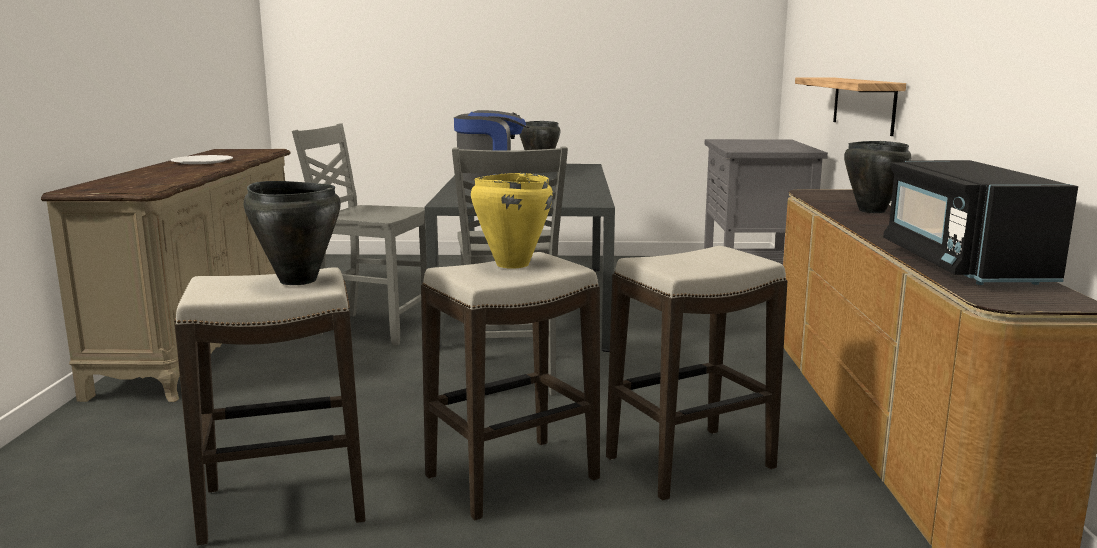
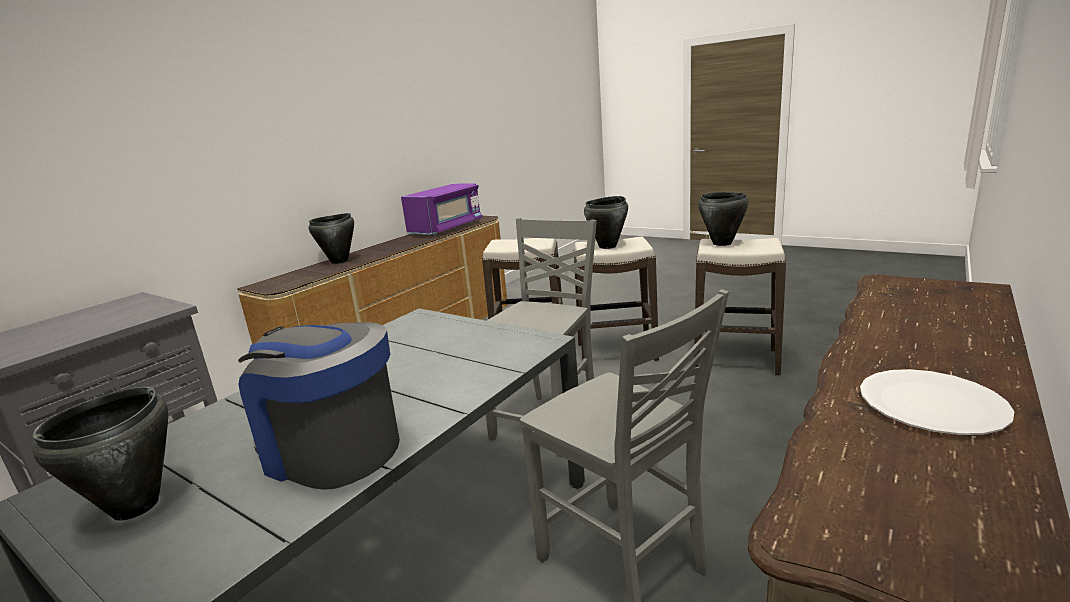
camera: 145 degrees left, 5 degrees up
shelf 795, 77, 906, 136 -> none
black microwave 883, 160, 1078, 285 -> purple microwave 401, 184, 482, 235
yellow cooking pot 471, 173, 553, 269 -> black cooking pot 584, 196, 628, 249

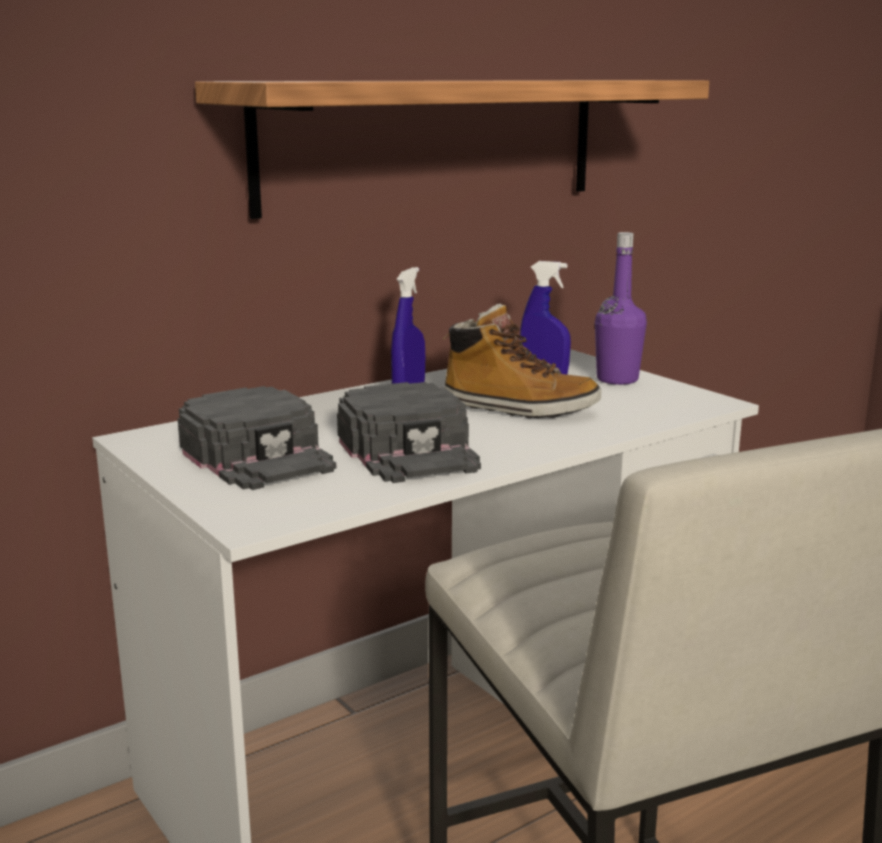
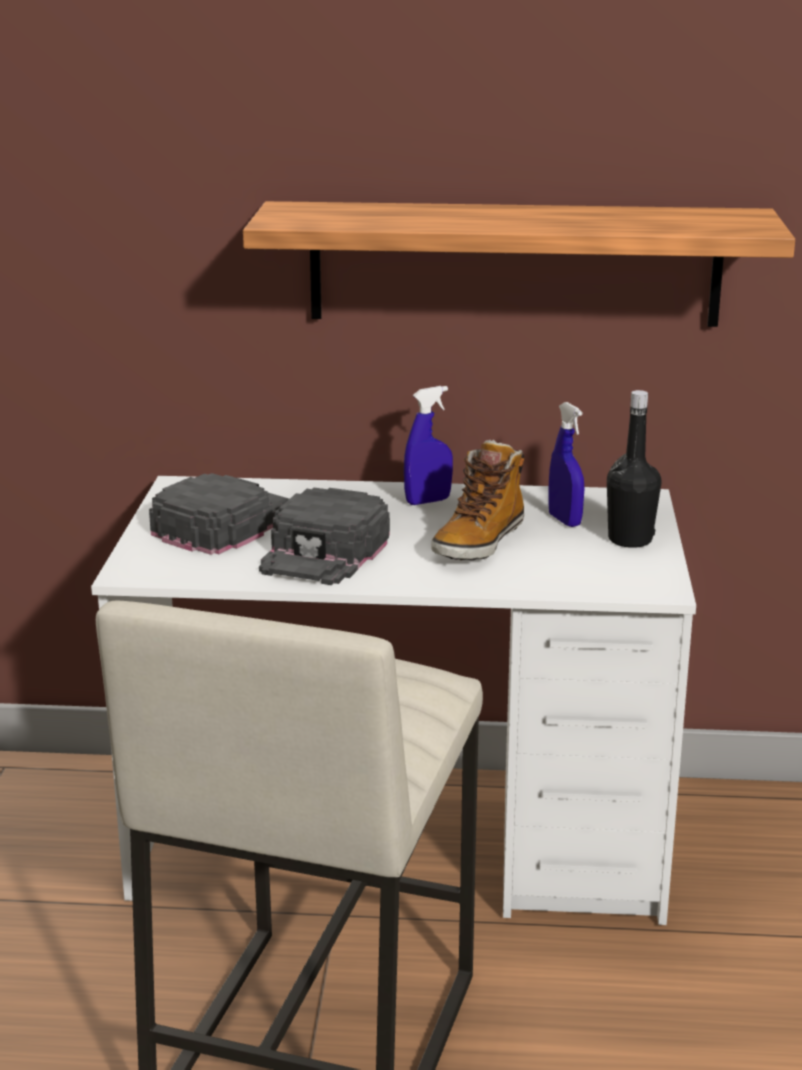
camera: 40 degrees right, 5 degrees up
purple bottle 595, 232, 647, 385 -> black bottle 607, 390, 661, 548
boot 443, 303, 601, 418 -> boot 431, 440, 524, 560, 60 degrees clockwise
black cap 177, 386, 336, 490 -> black cap 149, 473, 289, 555, 150 degrees counterclockwise

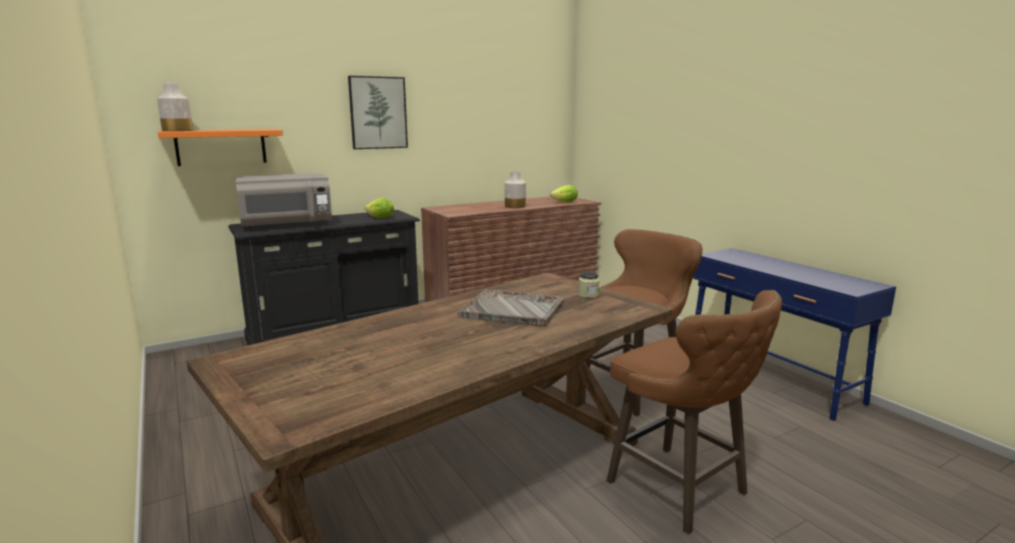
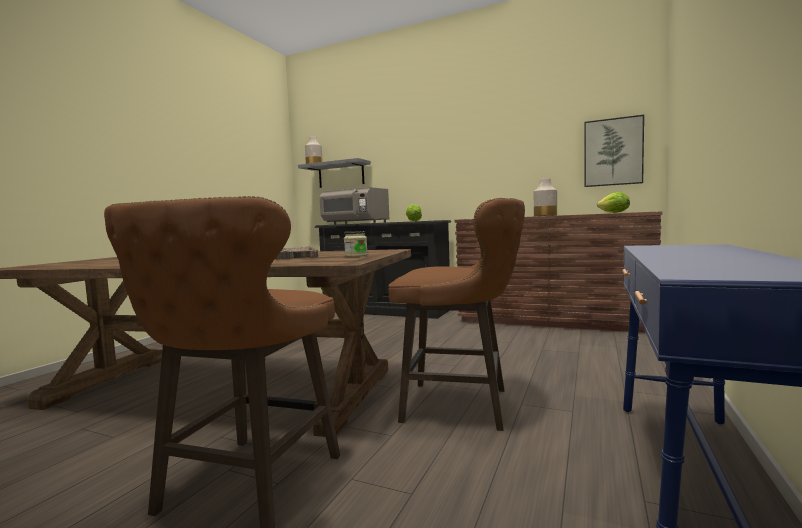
camera: 55 degrees right, 10 degrees down
picture 348, 76, 408, 149 -> picture 584, 115, 644, 187, shifted
orange shelf 157, 129, 283, 166 -> grey shelf 298, 158, 371, 188

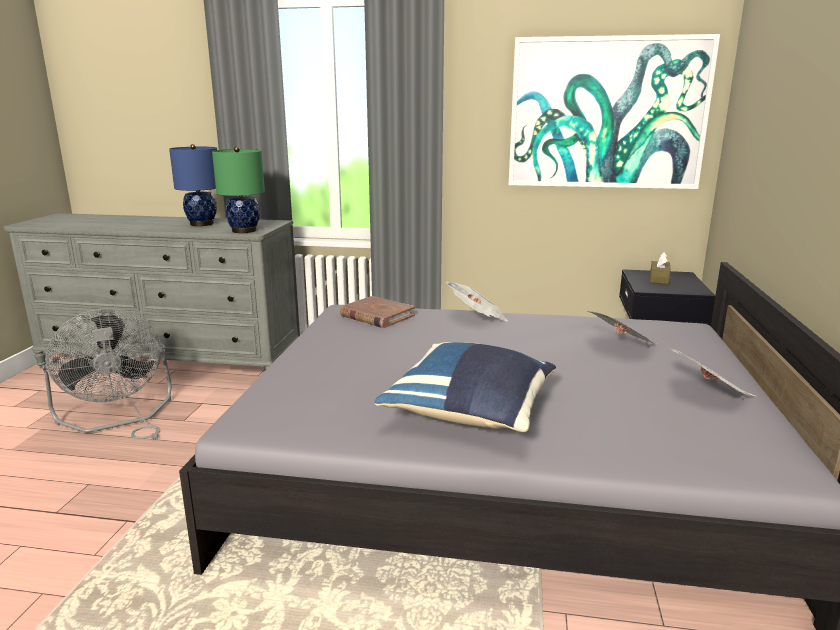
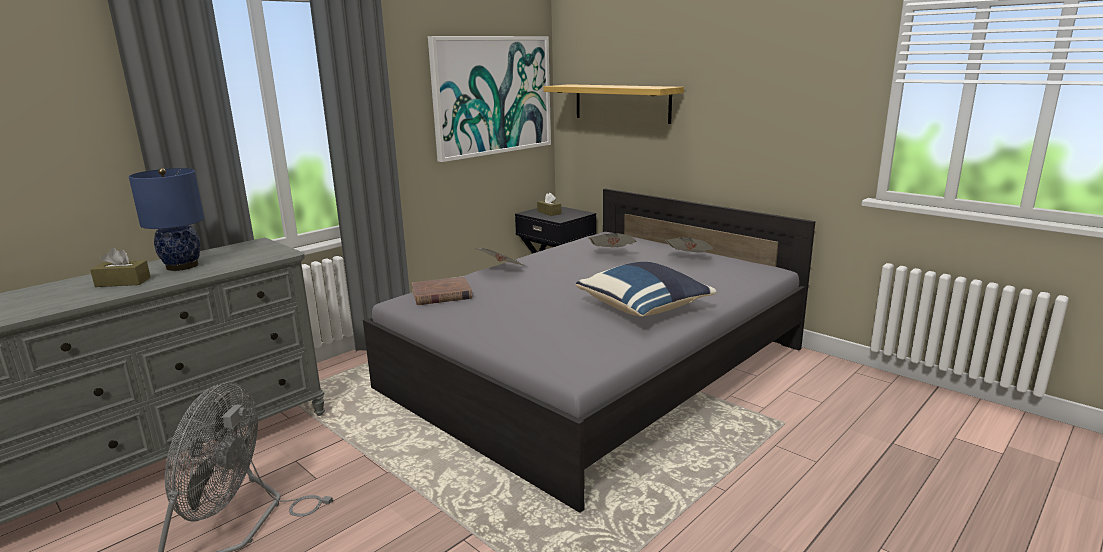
camera: 55 degrees left, 0 degrees up
green table lamp 212, 147, 265, 233 -> none
none -> shelf 543, 84, 684, 124
none -> brown tissue box 90, 248, 151, 287

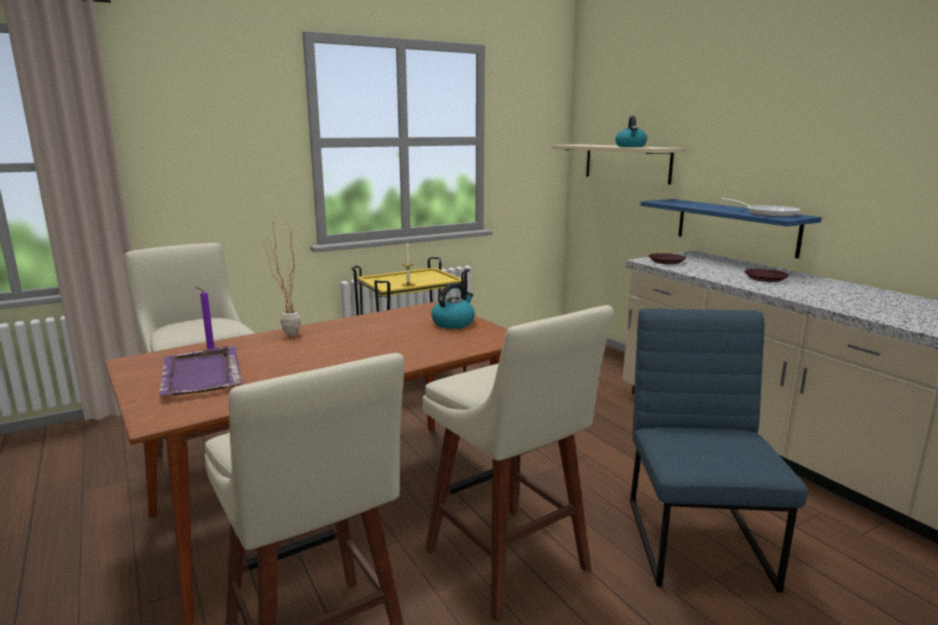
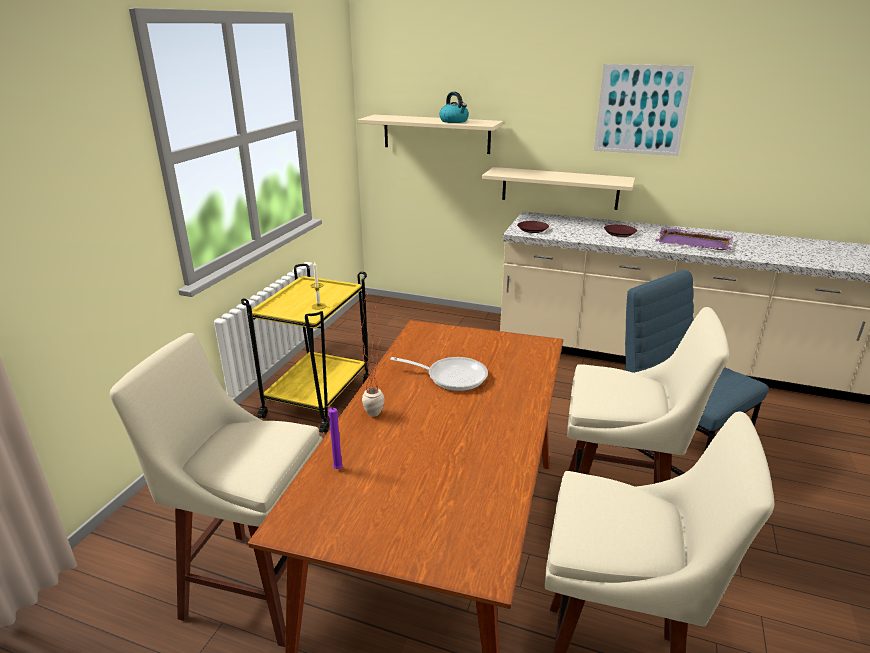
camera: 40 degrees left, 10 degrees up
frying pan 721, 198, 800, 217 -> frying pan 390, 357, 488, 391, shifted
blue shelf 640, 199, 821, 258 -> beige shelf 482, 167, 635, 210
kettle 431, 283, 475, 329 -> none
purple tray 159, 345, 243, 396 -> purple tray 655, 228, 733, 250, shifted
none -> picture 594, 64, 694, 156

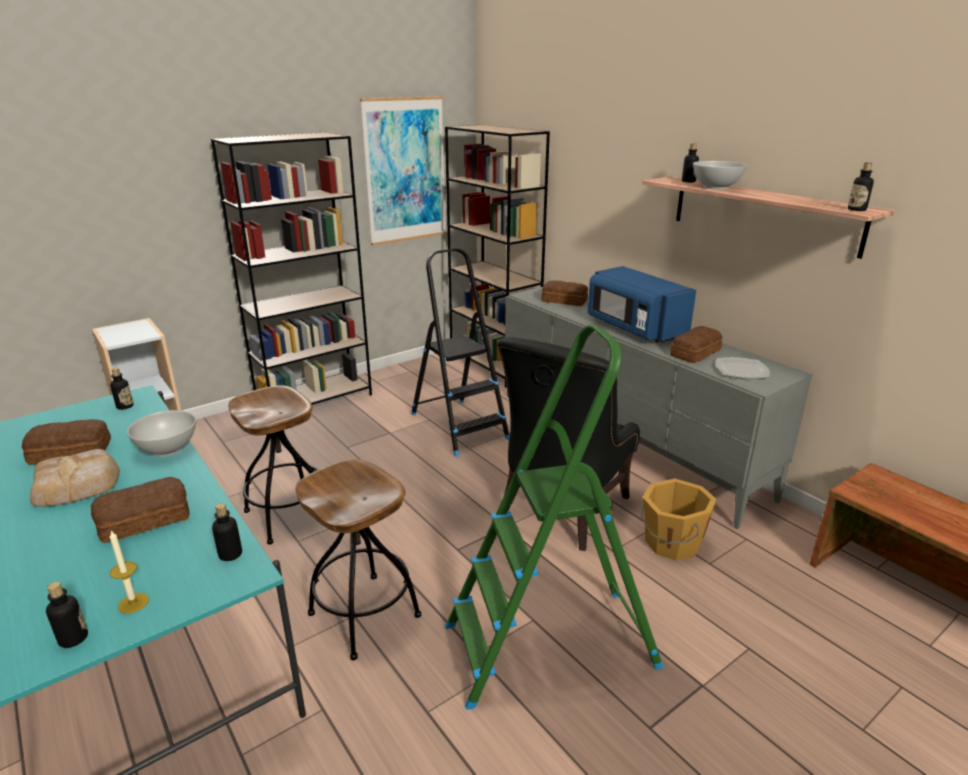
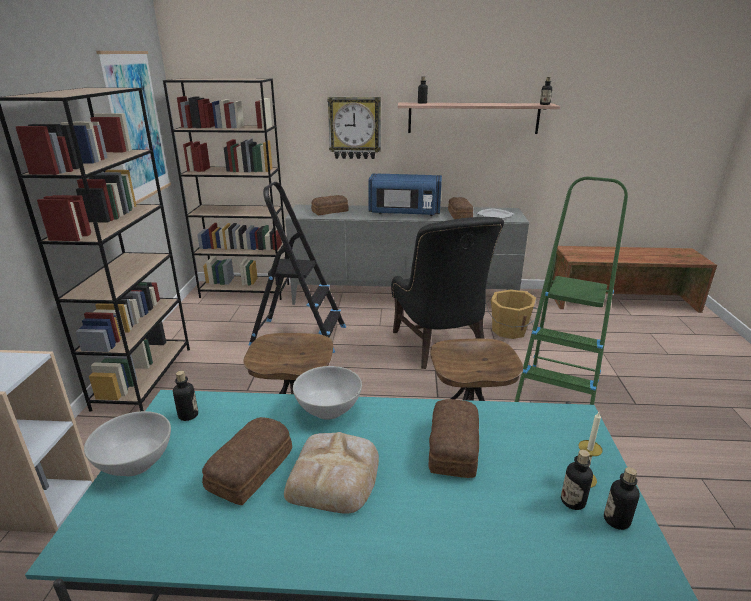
camera: 50 degrees left, 0 degrees up
white bowl 693, 161, 747, 190 -> white bowl 84, 411, 171, 476, shifted
bottle 212, 503, 242, 561 -> bottle 561, 450, 593, 510, shifted
none -> wall clock 327, 97, 381, 159

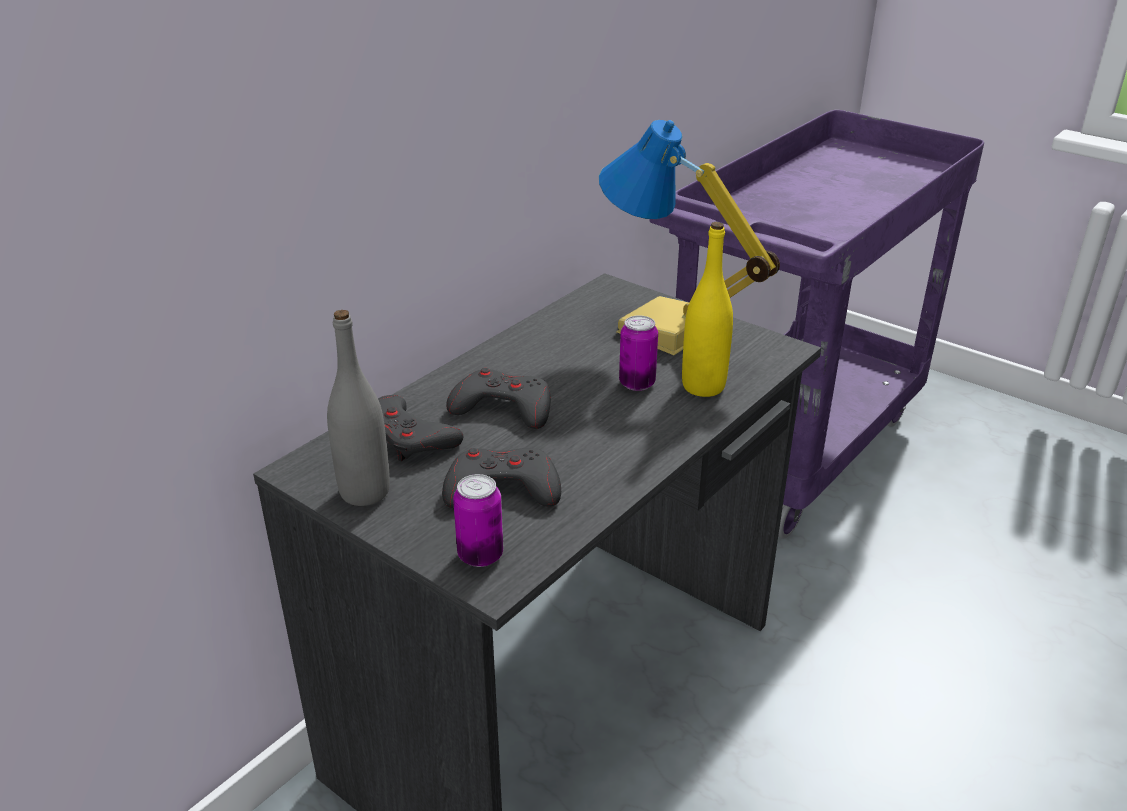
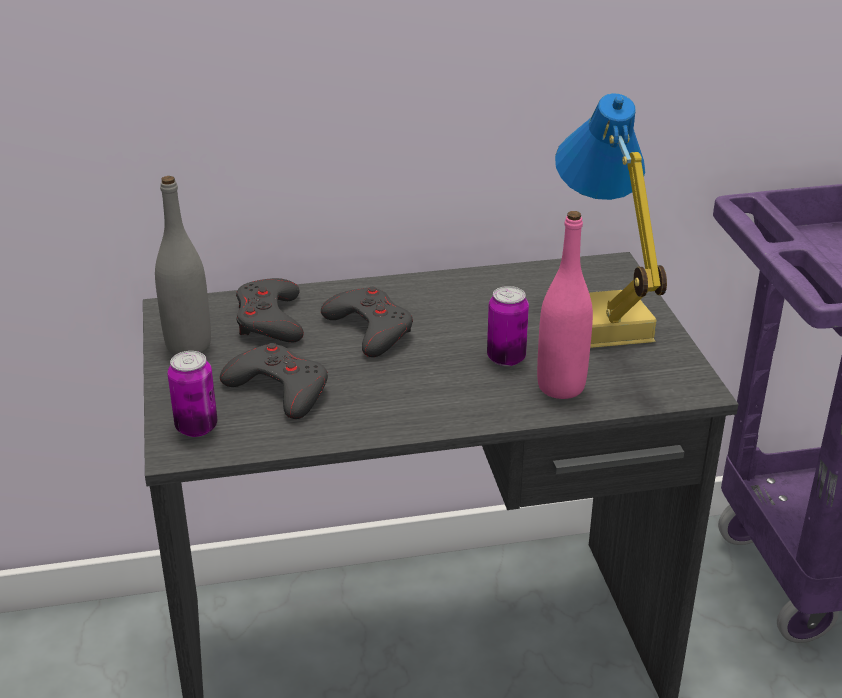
camera: 40 degrees right, 0 degrees up
yellow bottle 682, 222, 733, 397 -> pink bottle 537, 211, 593, 399

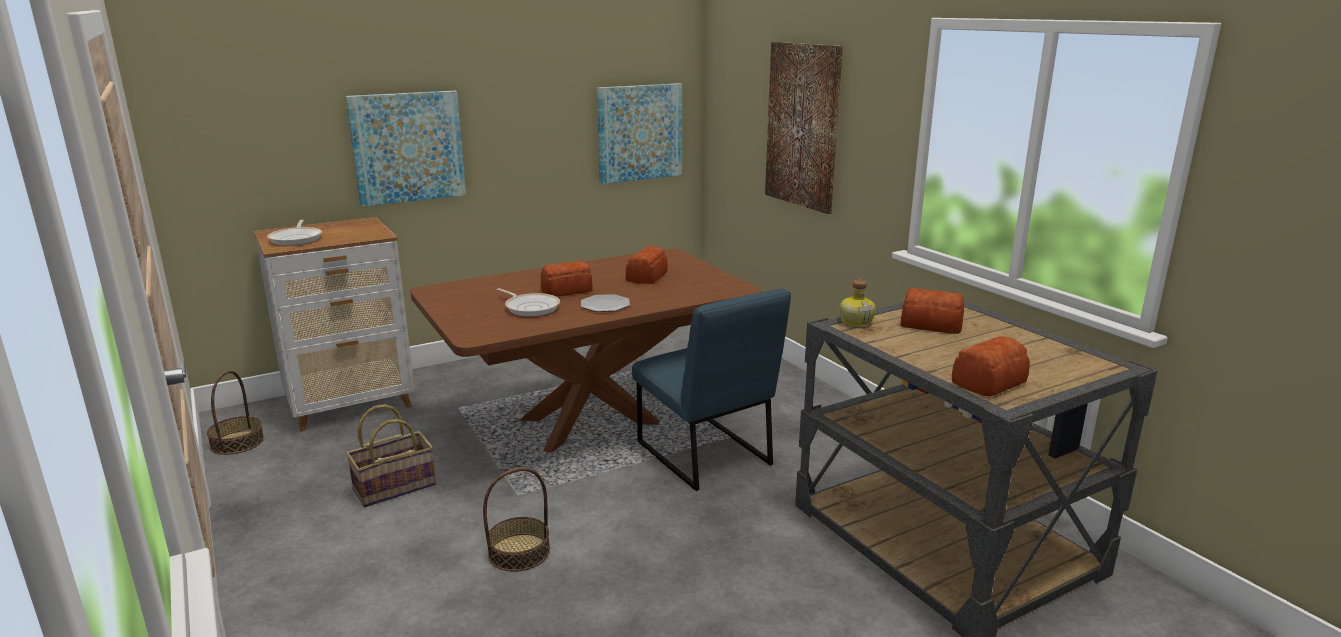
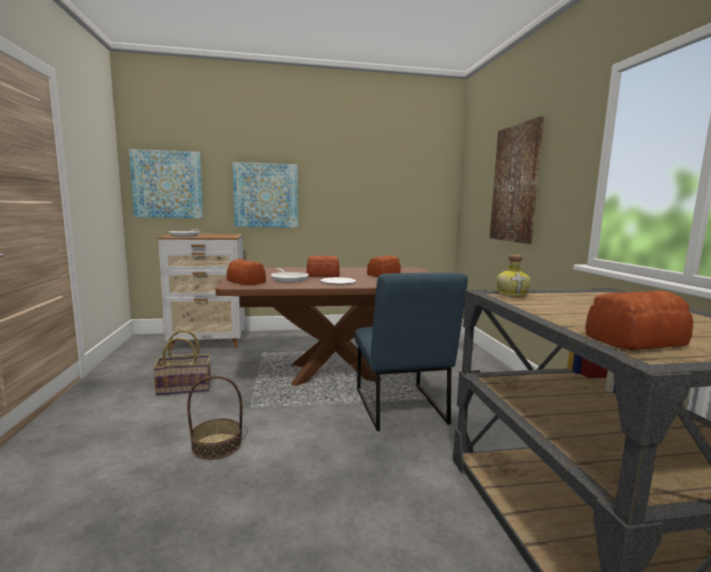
camera: 20 degrees right, 10 degrees down
picture 597, 83, 682, 184 -> picture 129, 149, 203, 218, shifted
bread 900, 288, 964, 334 -> bread 227, 259, 266, 285, shifted
basket 207, 370, 264, 455 -> none

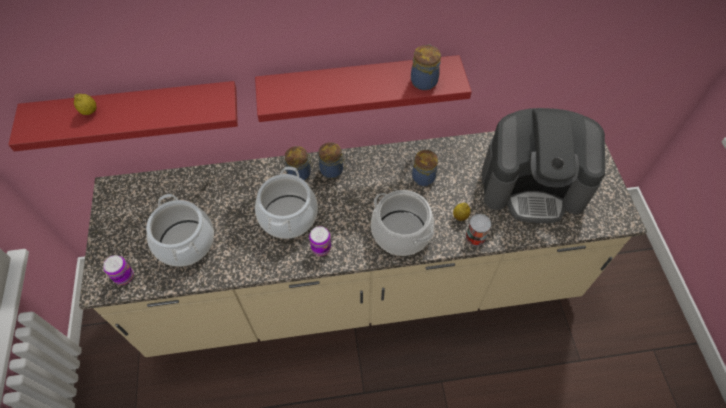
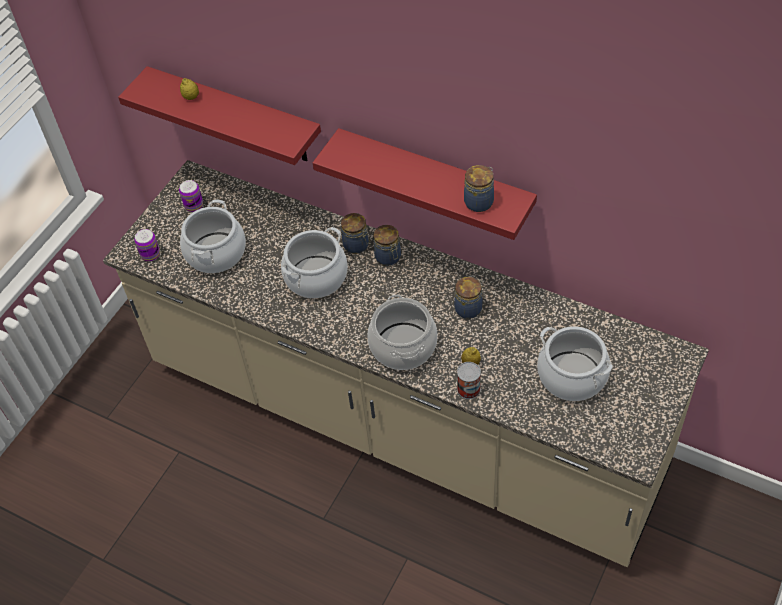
camera: 40 degrees right, 5 degrees down
coffee machine 482, 108, 605, 223 -> cooking pot 537, 326, 613, 401
can 309, 226, 331, 256 -> can 179, 180, 203, 212, shifted

